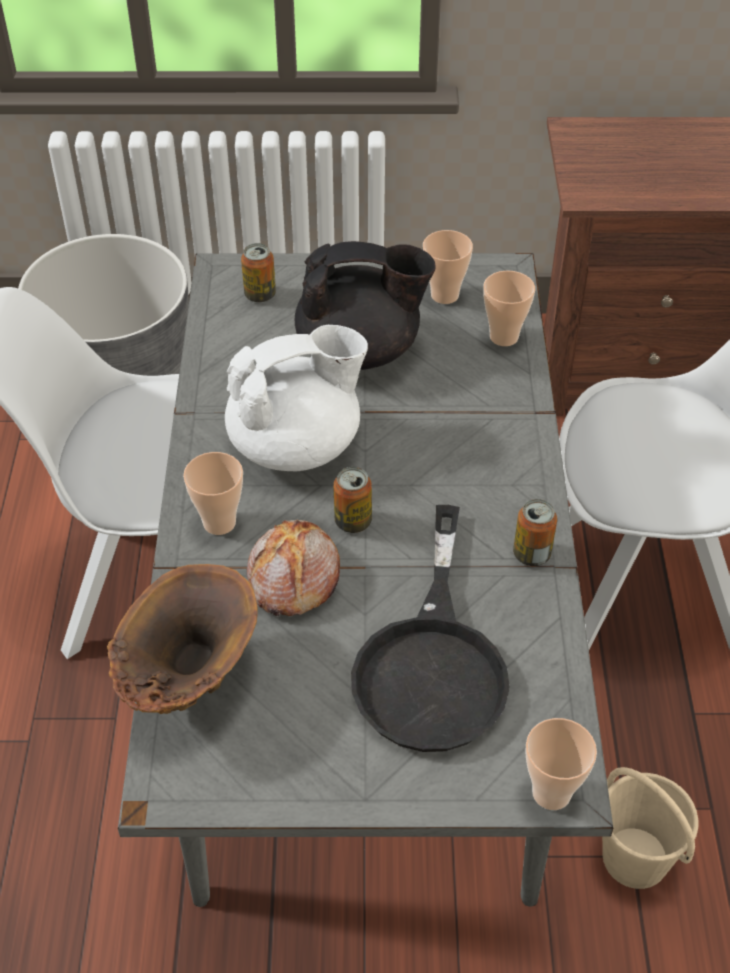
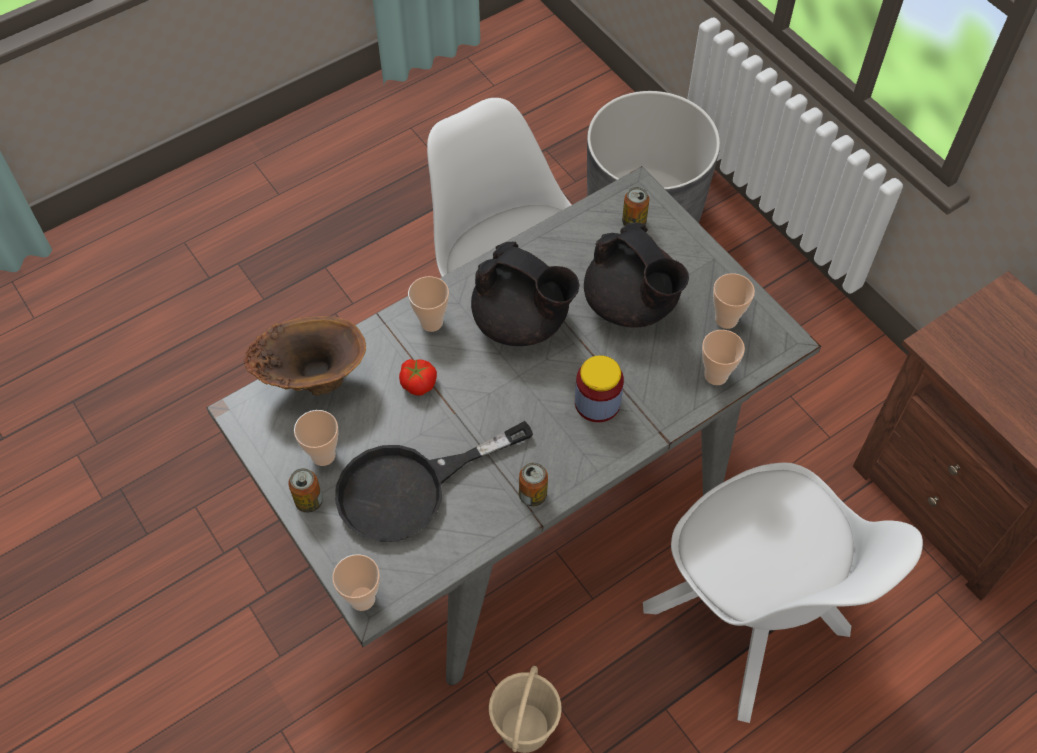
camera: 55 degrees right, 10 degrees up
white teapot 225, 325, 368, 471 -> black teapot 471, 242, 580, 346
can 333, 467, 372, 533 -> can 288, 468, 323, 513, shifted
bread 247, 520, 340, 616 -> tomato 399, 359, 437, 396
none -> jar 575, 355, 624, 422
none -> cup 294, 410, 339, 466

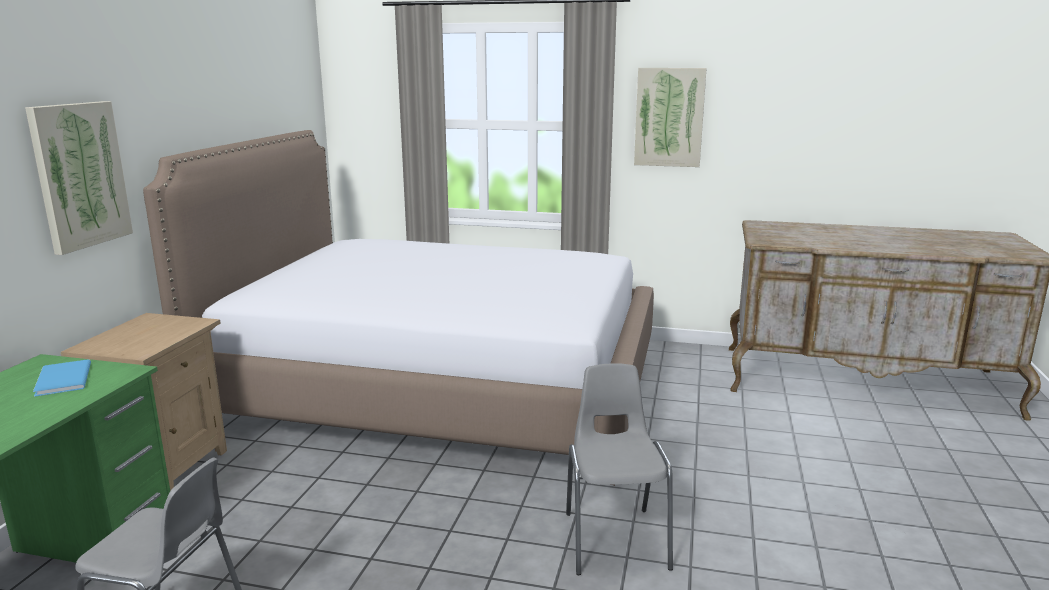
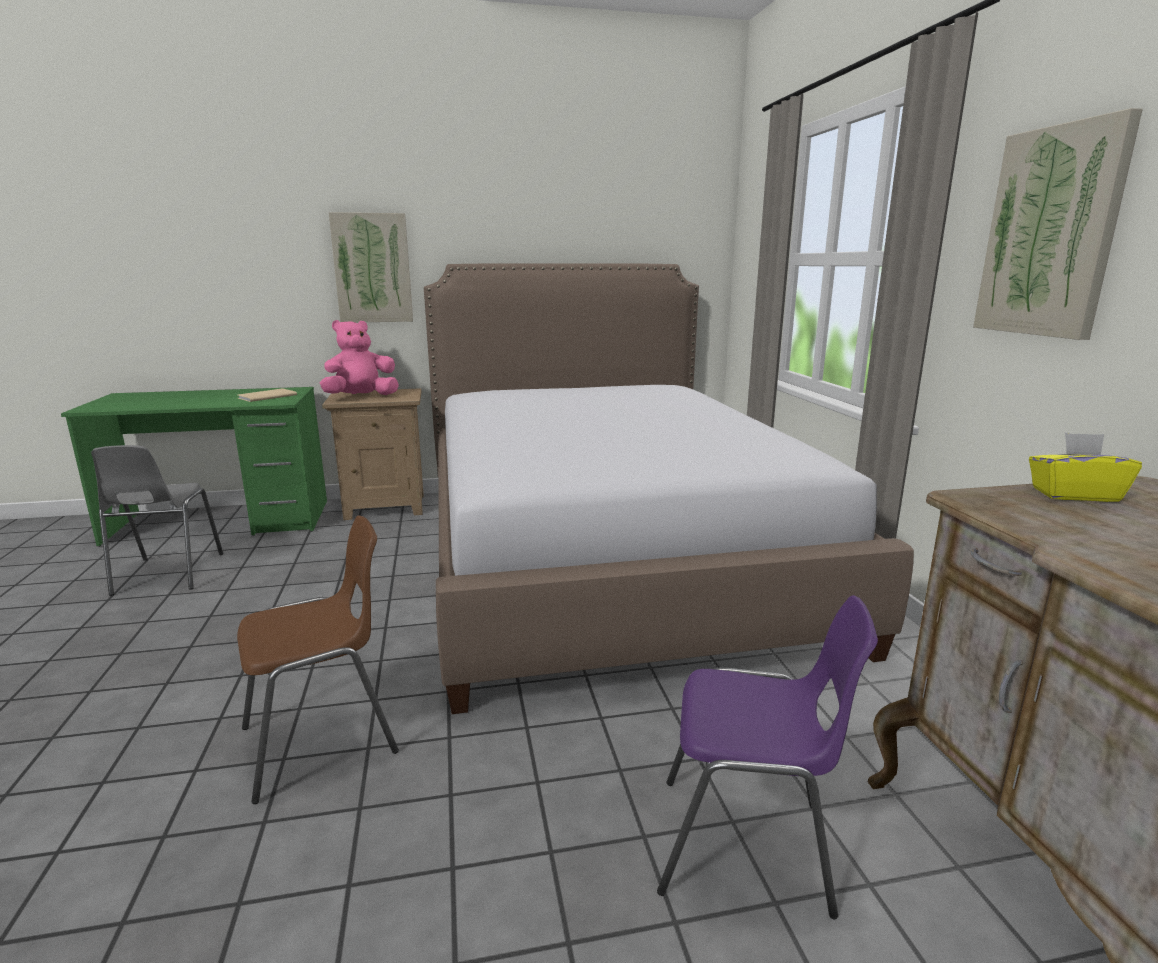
camera: 65 degrees right, 0 degrees up
blue book 33, 359, 91, 397 -> beige book 238, 388, 297, 402
grey chair 566, 363, 673, 575 -> brown chair 237, 515, 399, 804
none -> pink plush toy 320, 320, 399, 395
none -> yellow tissue box 1029, 433, 1142, 502
none -> purple chair 657, 595, 878, 919

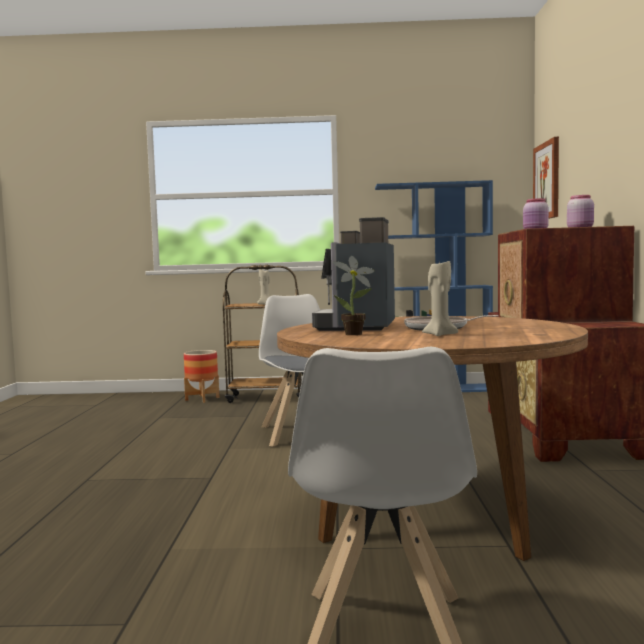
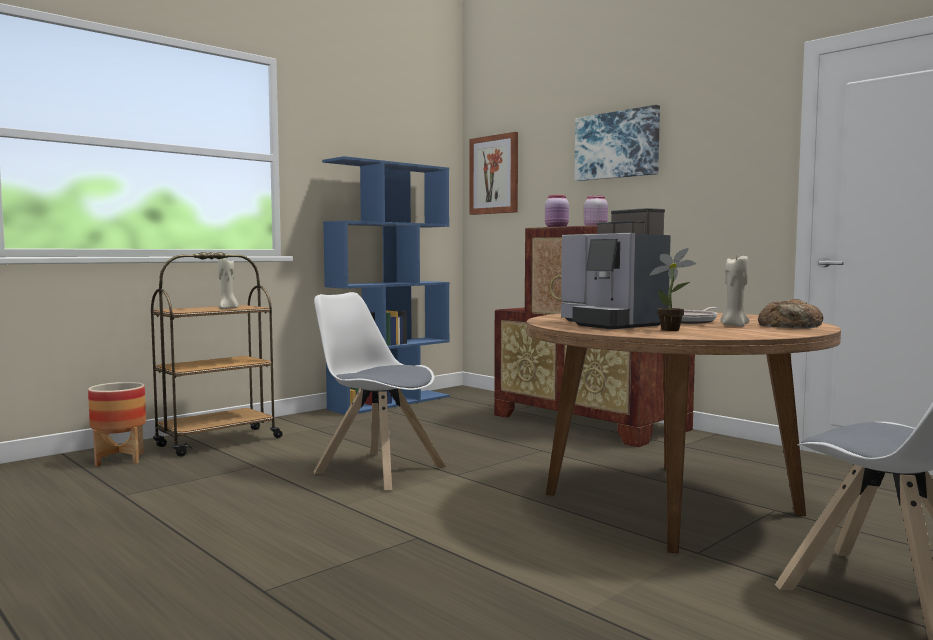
camera: 45 degrees left, 0 degrees up
none -> picture 575, 105, 660, 181
none -> bread 758, 299, 823, 329

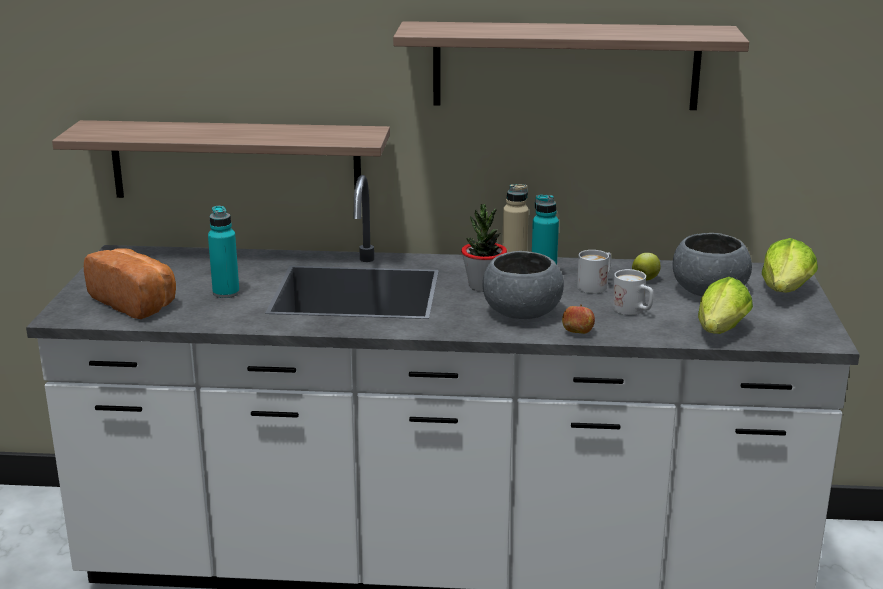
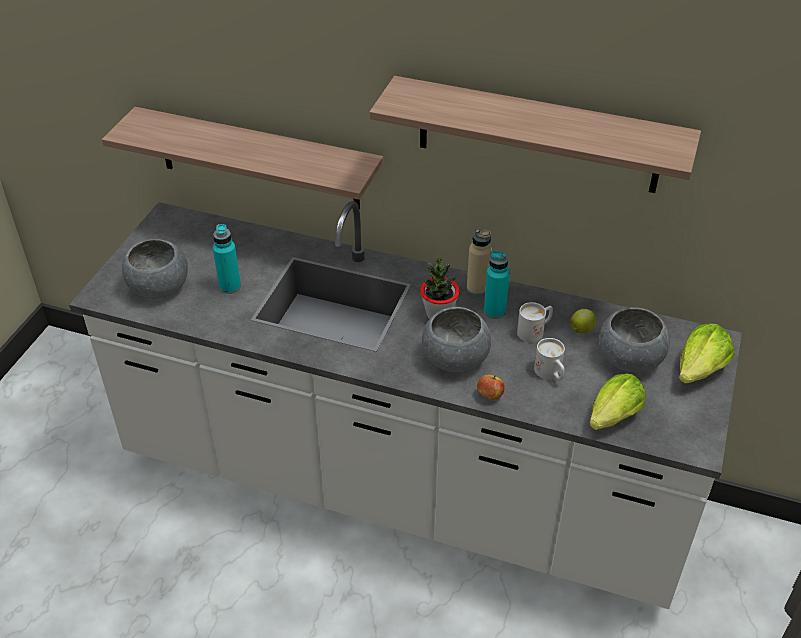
camera: 15 degrees right, 20 degrees up
bread 84, 248, 176, 319 -> grey bowl 122, 239, 188, 299

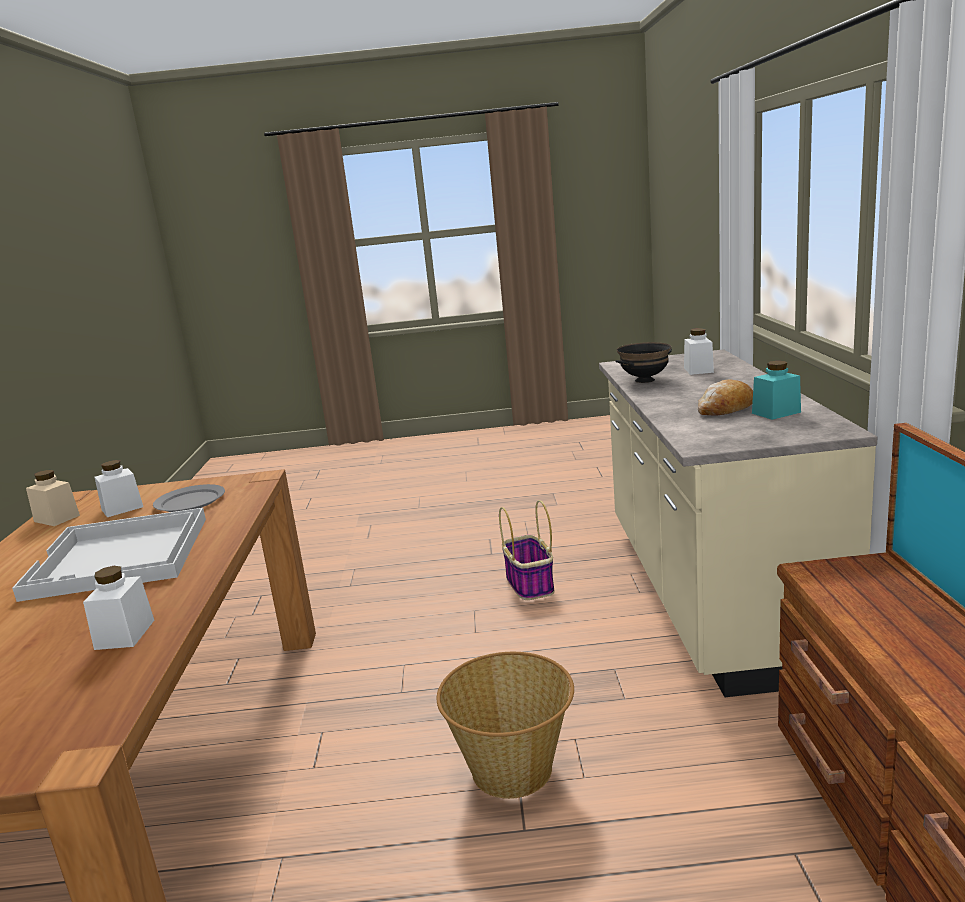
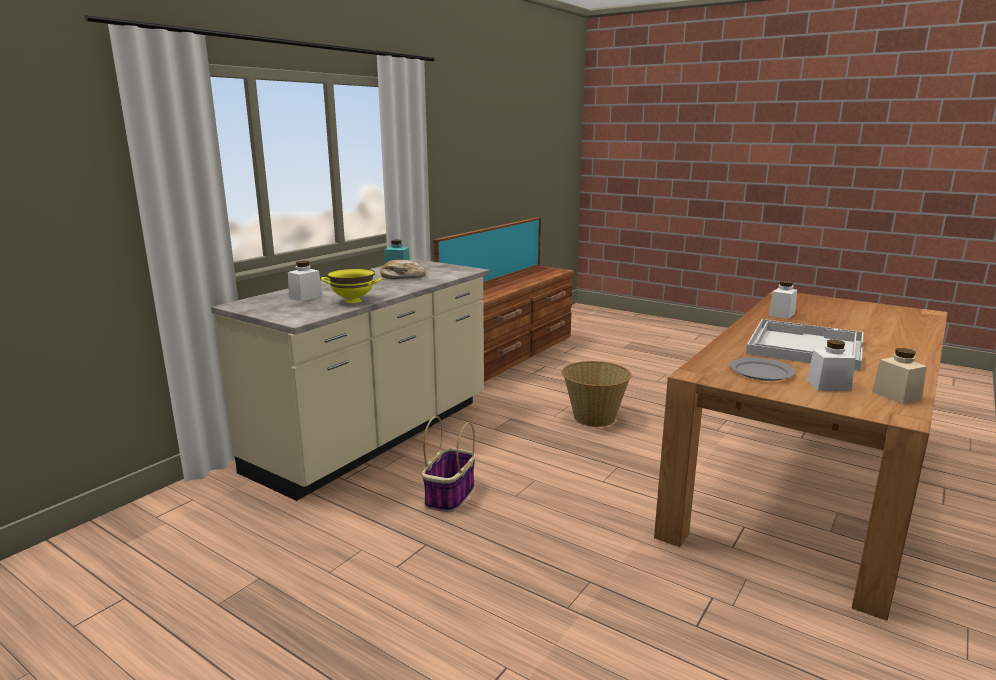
camera: 145 degrees left, 0 degrees up
black bowl 615, 342, 672, 383 -> yellow bowl 321, 268, 382, 303

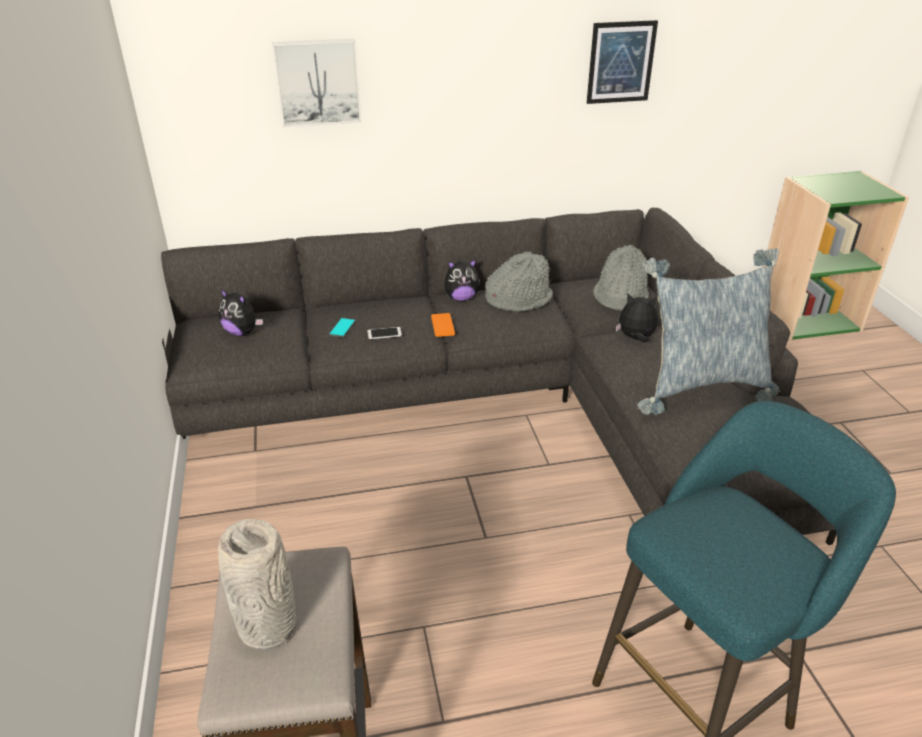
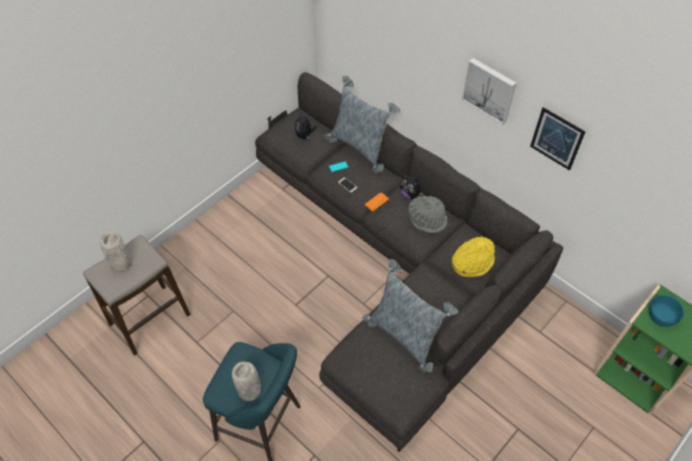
camera: 55 degrees right, 20 degrees up
picture 272, 39, 361, 127 -> picture 462, 58, 517, 125, shifted
grey hat 593, 245, 649, 311 -> yellow hat 451, 236, 495, 277
plush toy 616, 294, 658, 343 -> none
none -> pillow 324, 76, 400, 173
none -> turquoise bowl 649, 295, 684, 327
none -> grey vase 232, 362, 261, 401

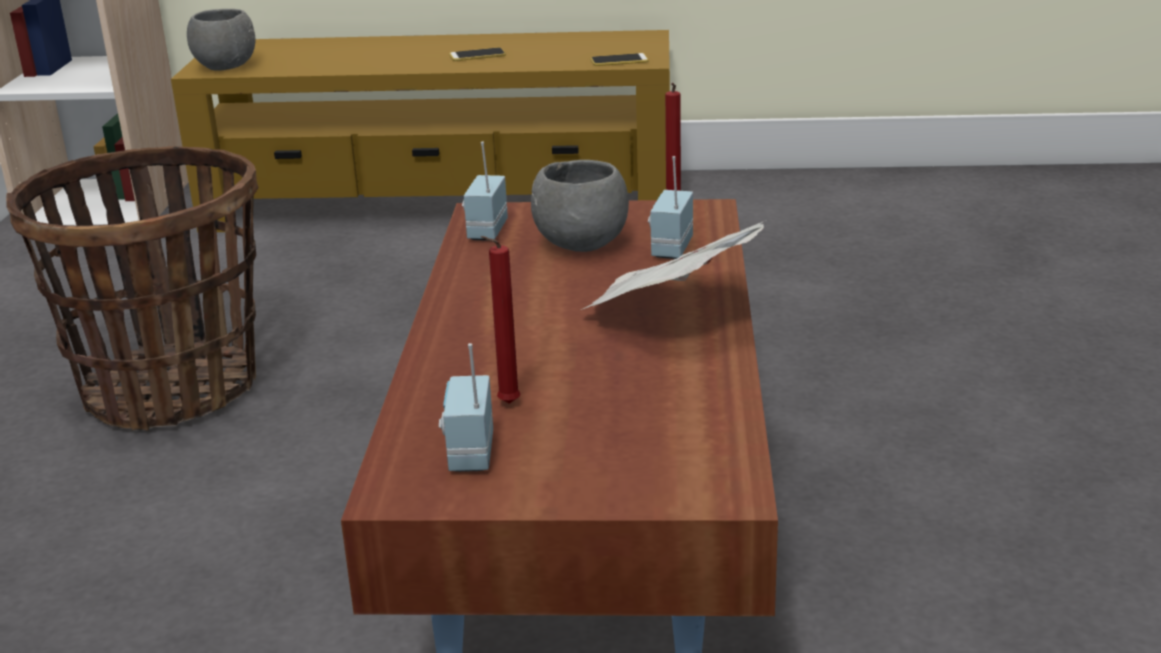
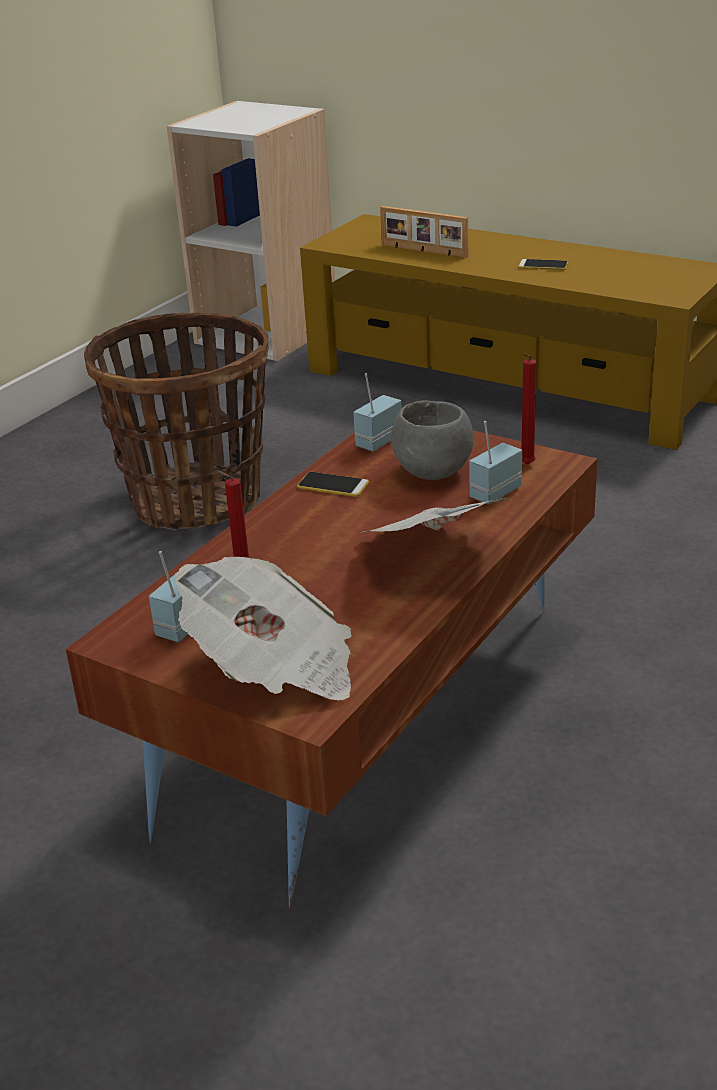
camera: 30 degrees right, 5 degrees up
grey bowl 187, 9, 255, 71 -> none
phone 590, 53, 649, 66 -> phone 297, 472, 369, 497, shifted
none -> picture frame 380, 206, 468, 258
none -> newspaper 175, 557, 352, 701

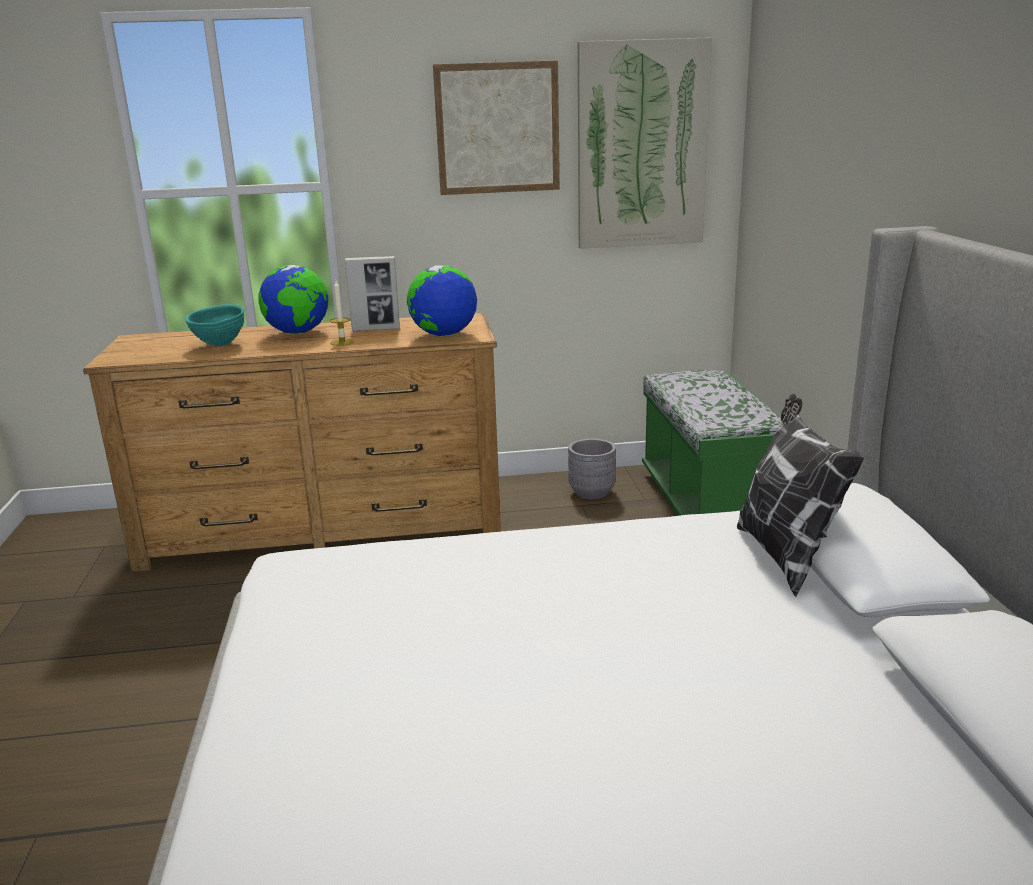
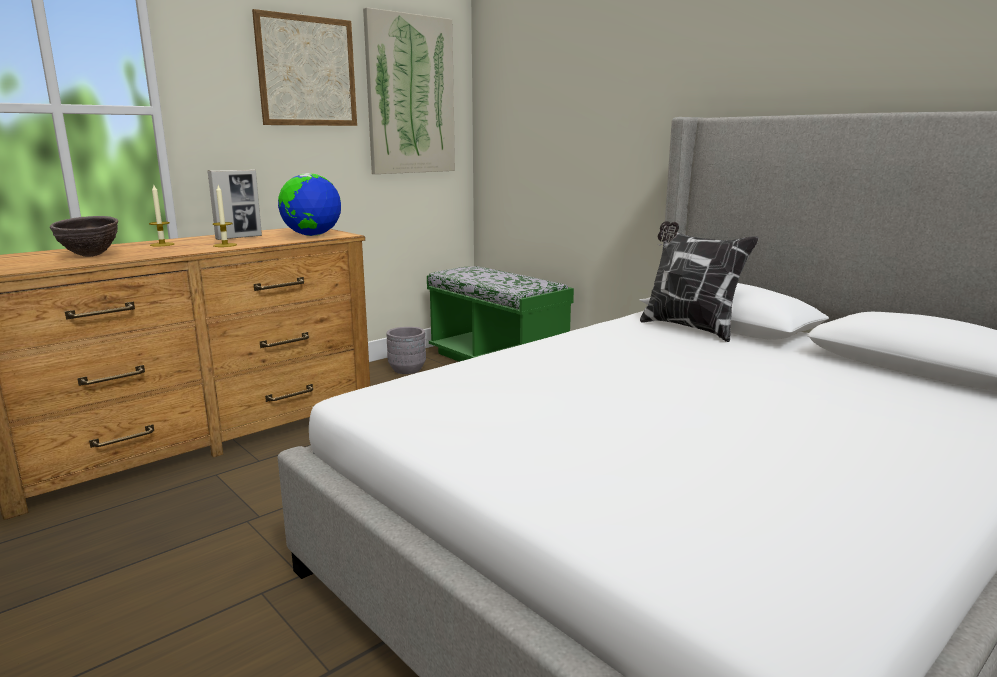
camera: 35 degrees left, 5 degrees down
globe 259, 265, 329, 334 -> candle 149, 185, 174, 247
turquoise bowl 185, 304, 244, 346 -> brown bowl 50, 216, 118, 257

